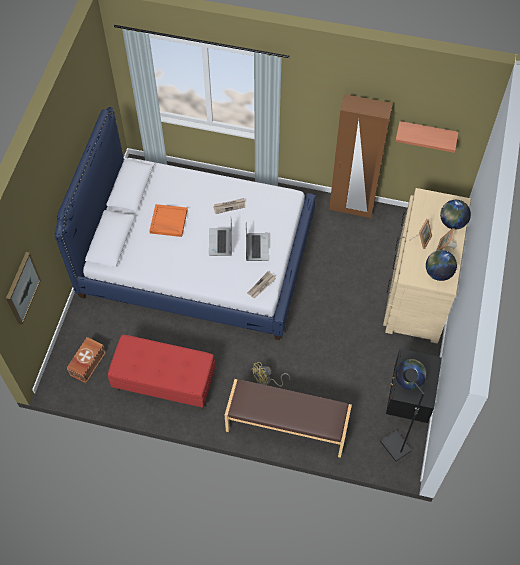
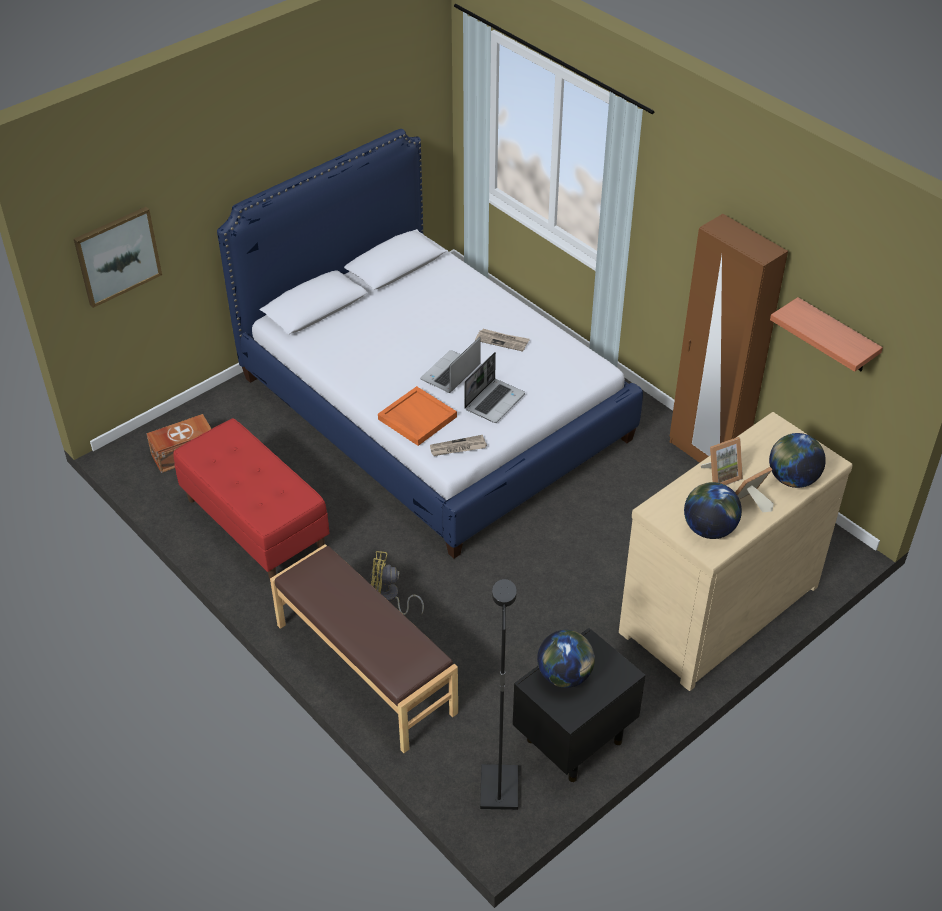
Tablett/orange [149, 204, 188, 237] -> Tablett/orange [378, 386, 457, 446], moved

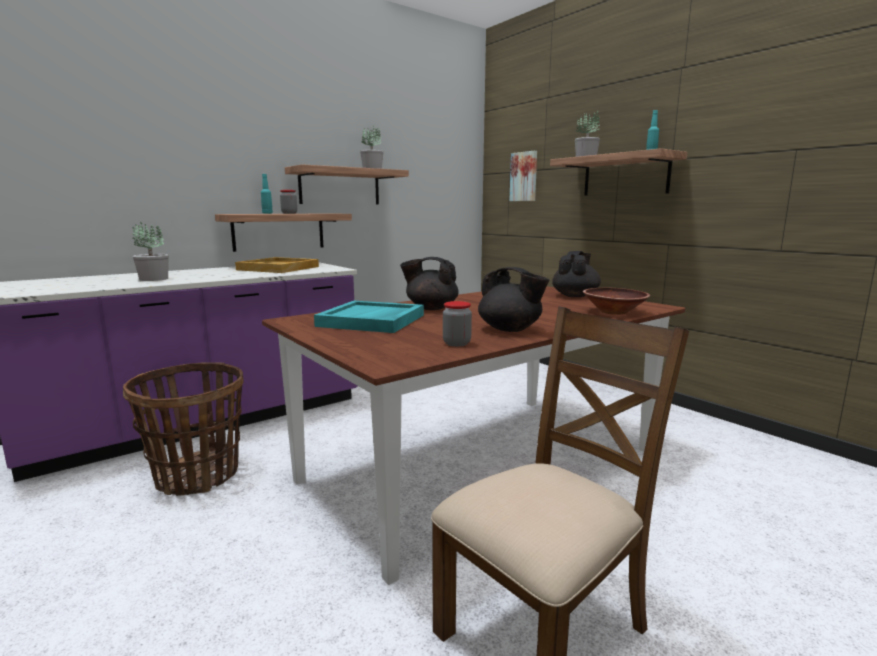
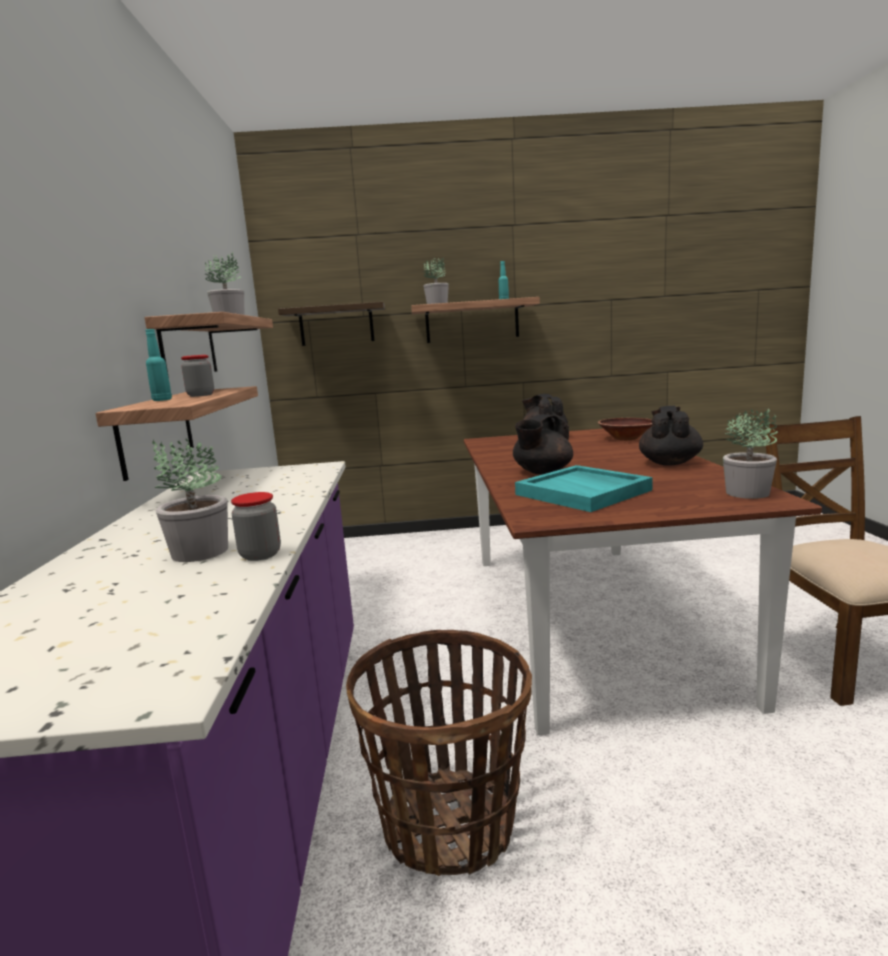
Bild [509, 151, 537, 201] -> Wandregal [278, 302, 385, 346]
Tablett/beige [235, 257, 319, 273] -> none
Teekanne/schwarz [478, 267, 550, 332] -> Teekanne/schwarz [639, 406, 703, 466], 60 degrees counterclockwise
Vorratsglas [443, 301, 472, 346] -> Vorratsglas [231, 492, 281, 561], moved
none -> Topfpflanze [723, 408, 778, 499]

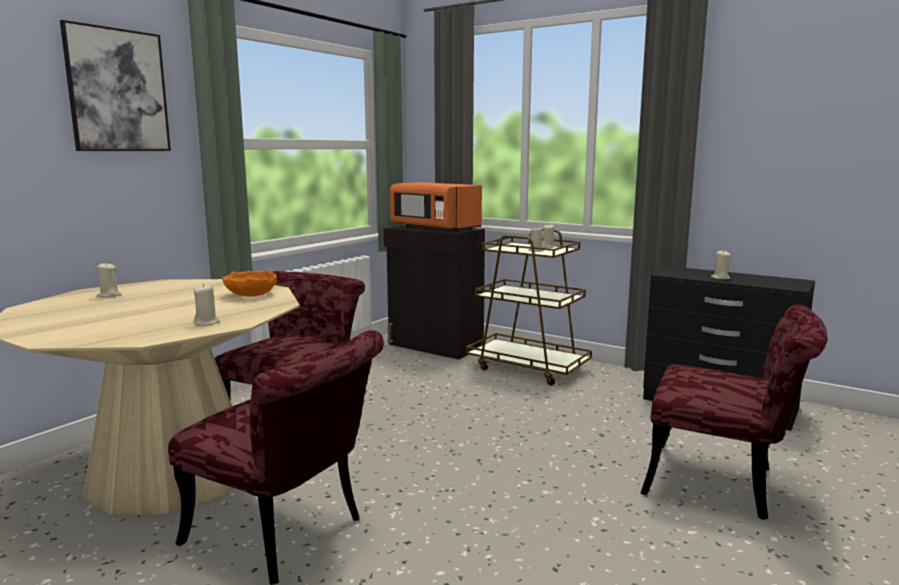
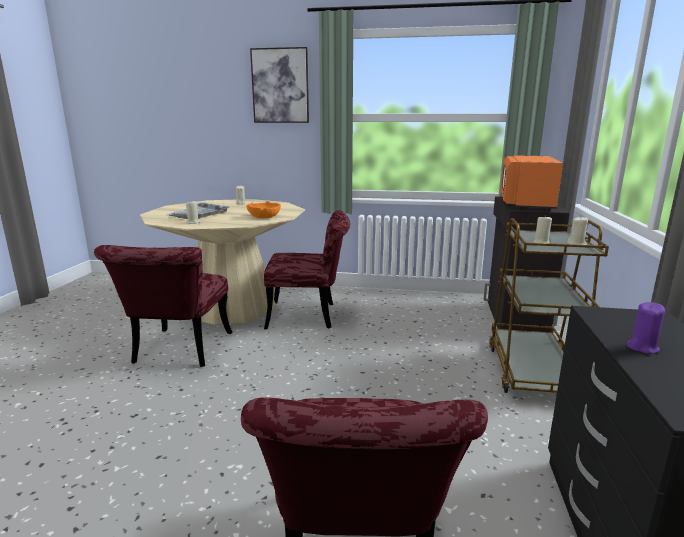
Kerze/beige [711, 250, 731, 280] -> Kerze/lila [627, 302, 665, 354]
none -> Tablett/grau [166, 203, 229, 219]

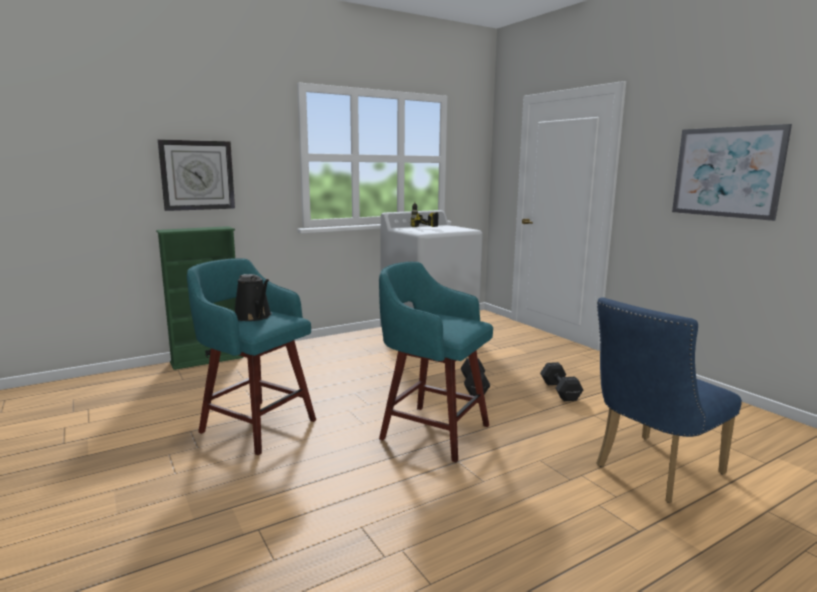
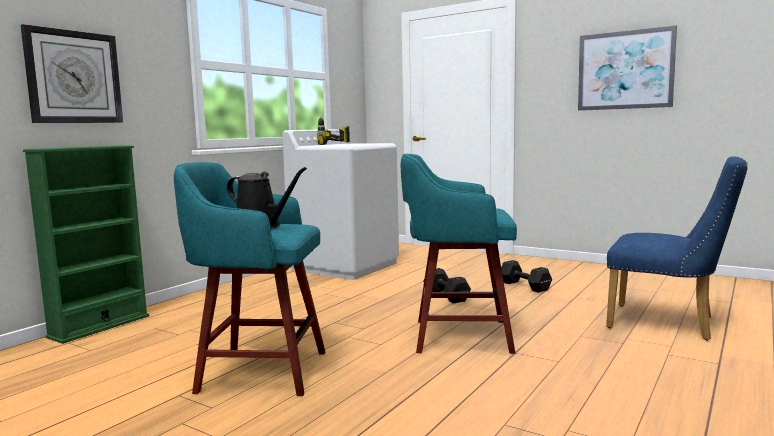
Stuhl/blau [596, 297, 742, 503] -> Stuhl/blau [606, 157, 748, 340], 90 degrees counterclockwise

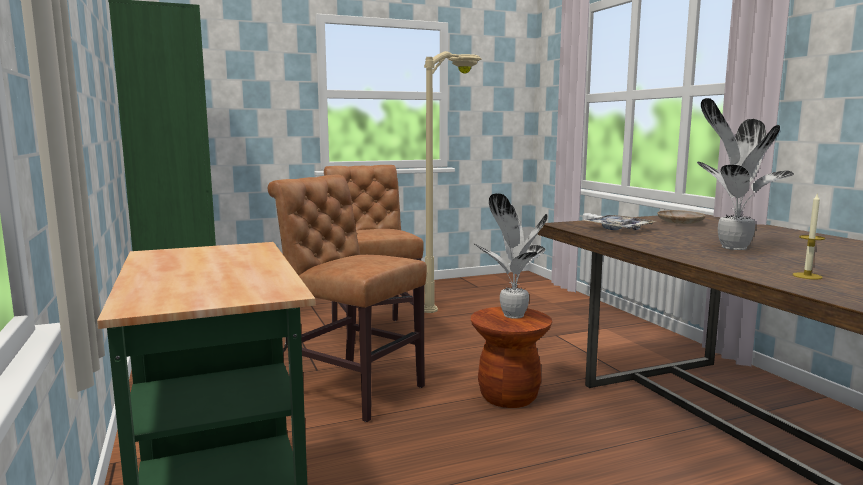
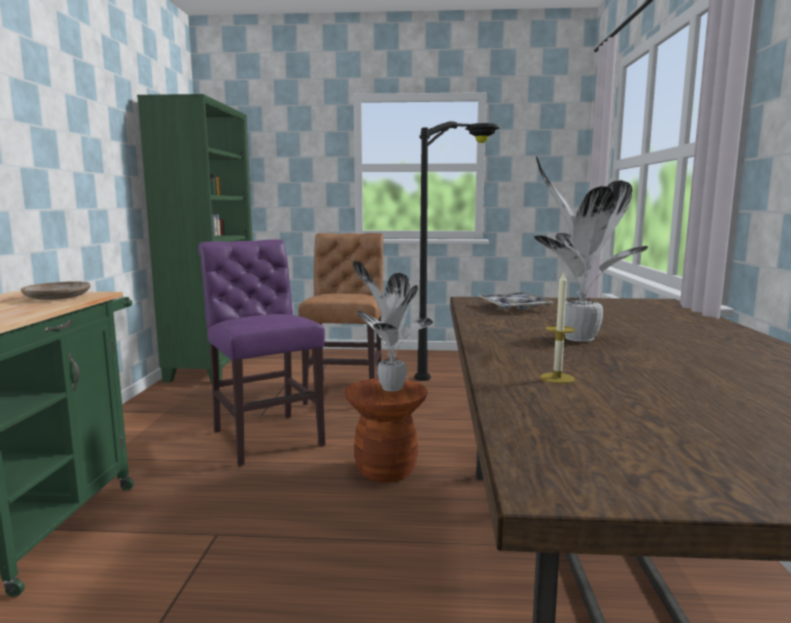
Stehlampe/beige [424, 51, 481, 313] -> Stehlampe/schwarz [414, 121, 500, 381]
Stuhl/braun [268, 175, 427, 422] -> Stuhl/lila [198, 239, 325, 466]
Teller/beige [657, 210, 706, 224] -> Teller/beige [21, 281, 91, 300], moved

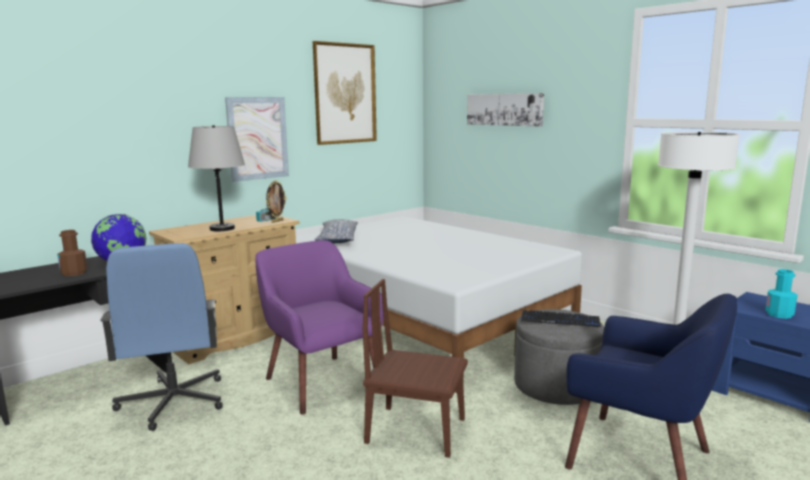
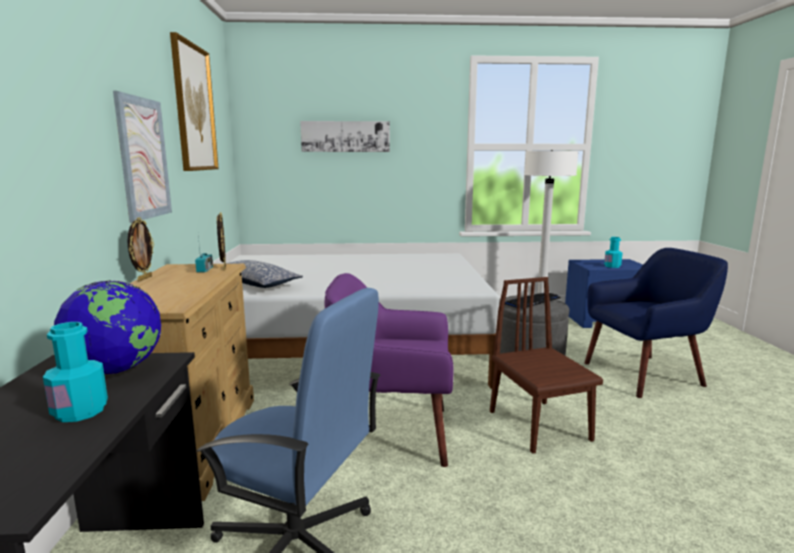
Tischlampe/grau [188, 125, 245, 231] -> none
Flasche/braun [57, 230, 88, 276] -> Flasche/türkis [43, 322, 108, 422]
Stuhl/braun [363, 279, 468, 458] -> Stuhl/braun [490, 277, 603, 454], 105 degrees clockwise
none -> Bilderrahmen [128, 217, 154, 281]

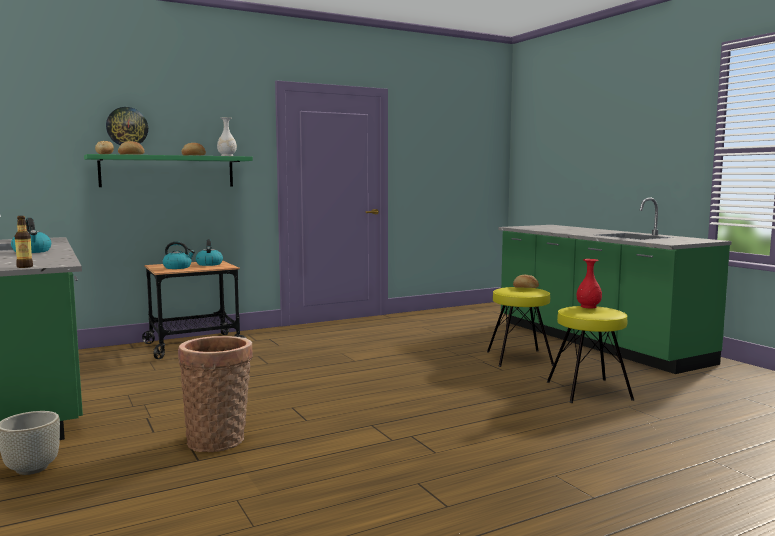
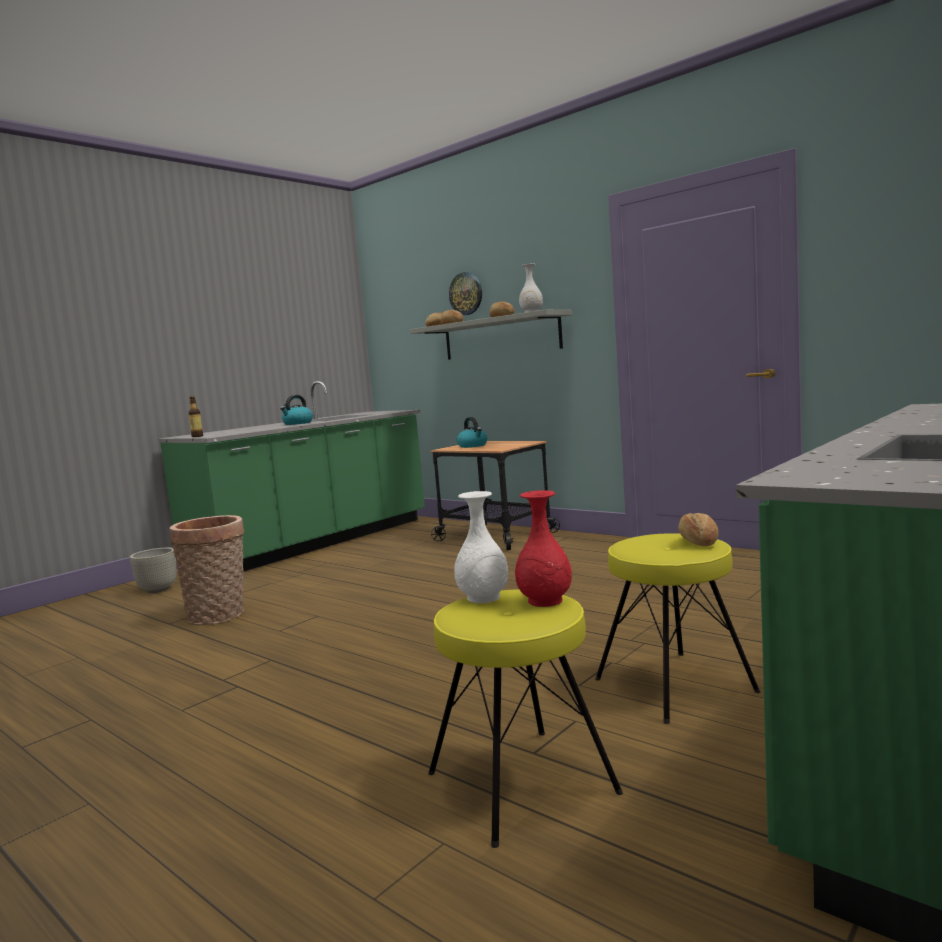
Wandregal/grün [84, 154, 253, 187] -> Wandregal/grau [410, 310, 572, 360]
Wasserkessel [195, 239, 223, 266] -> none
none -> Vase/weiß [454, 491, 508, 603]

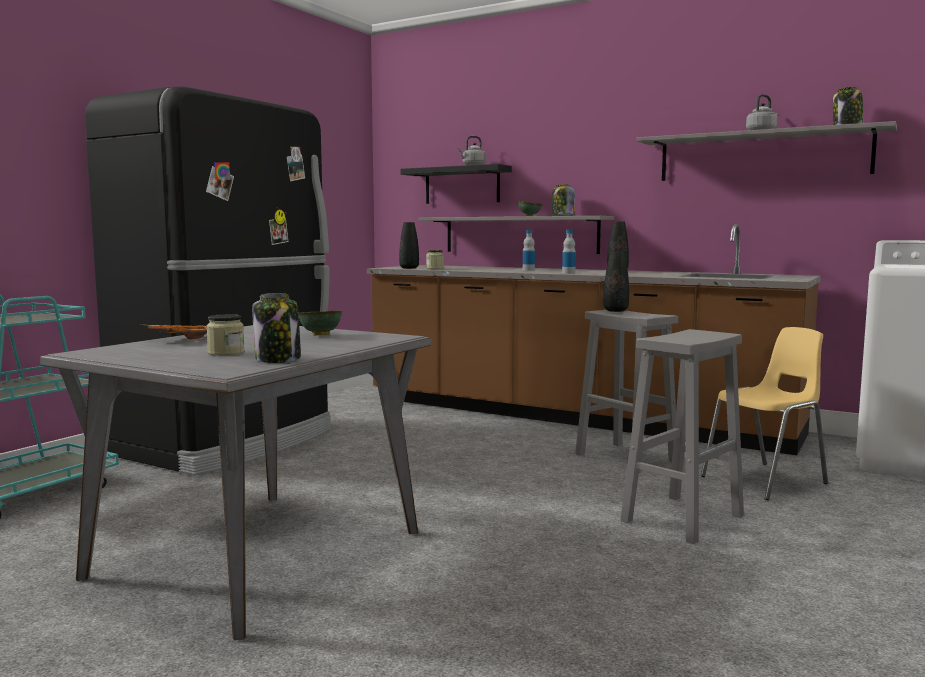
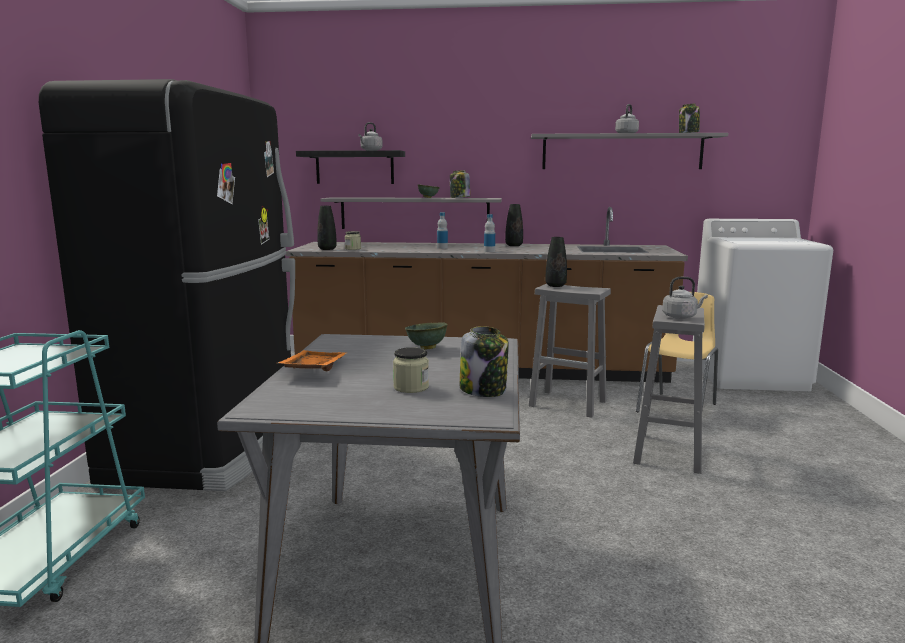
none -> Wasserkessel/grau [662, 277, 708, 319]

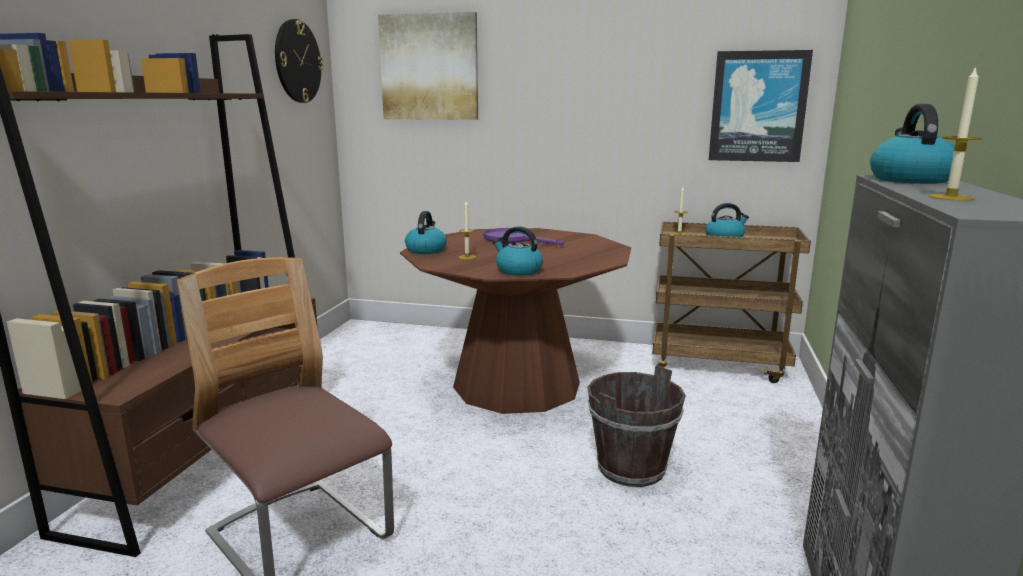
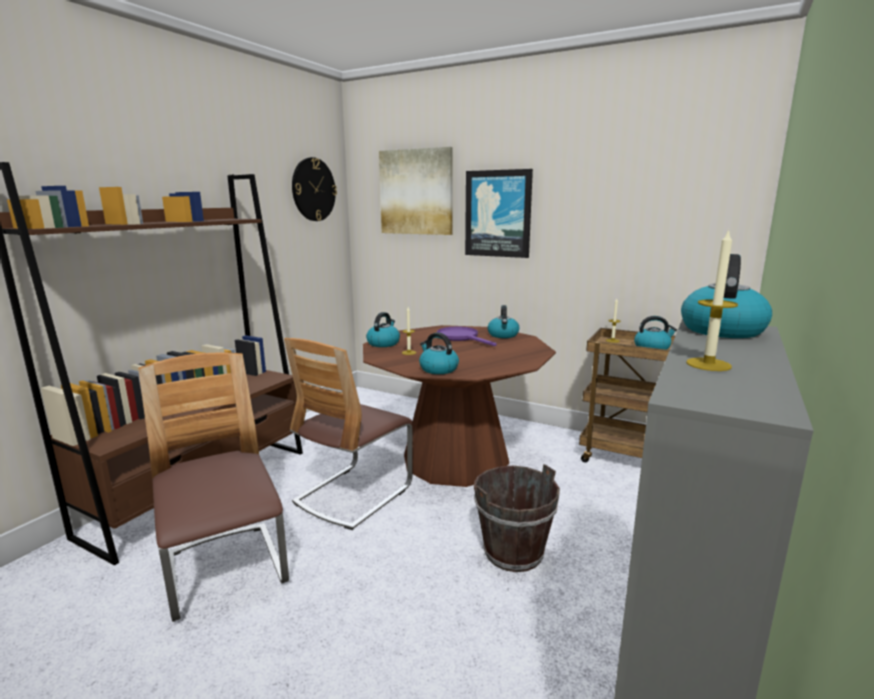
Bild [709, 50, 813, 162] -> Bild [465, 169, 533, 258], moved
none -> Wasserkessel [487, 305, 519, 338]
none -> Stuhl [284, 338, 413, 530]

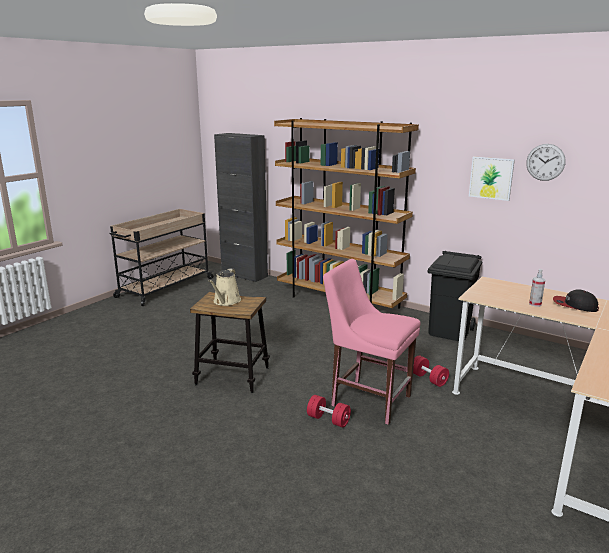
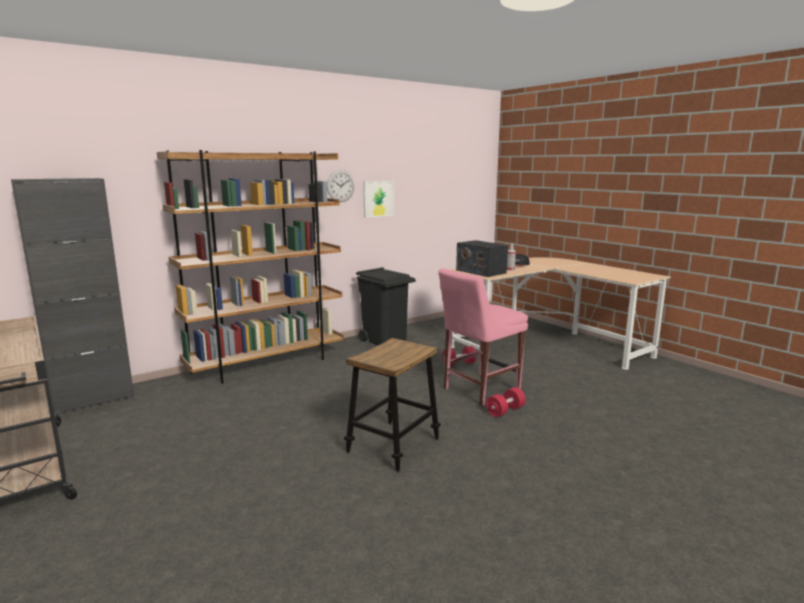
Wanduhr [526, 144, 566, 181] -> Wanduhr [327, 170, 354, 202], moved
Gießkanne/beige [209, 269, 241, 306] -> none
none -> Radio [456, 240, 508, 277]

